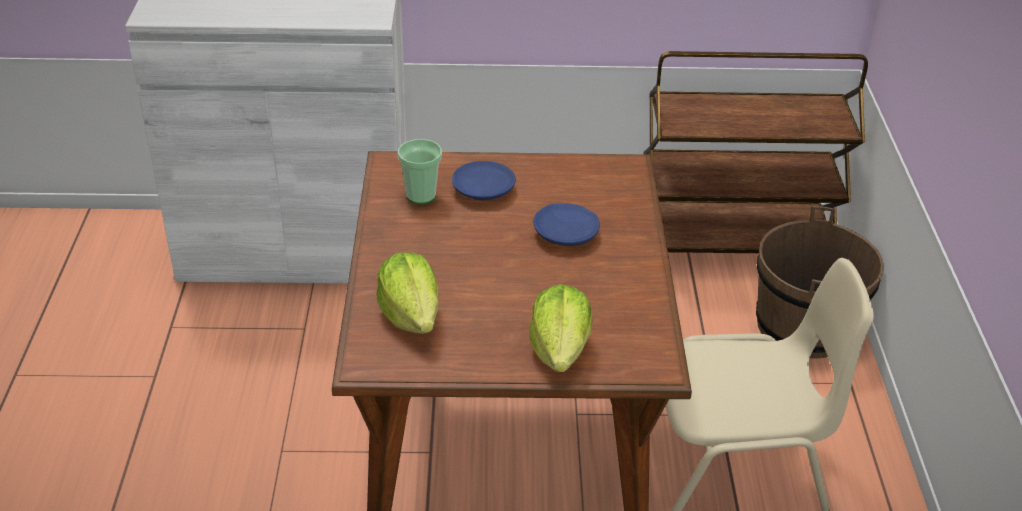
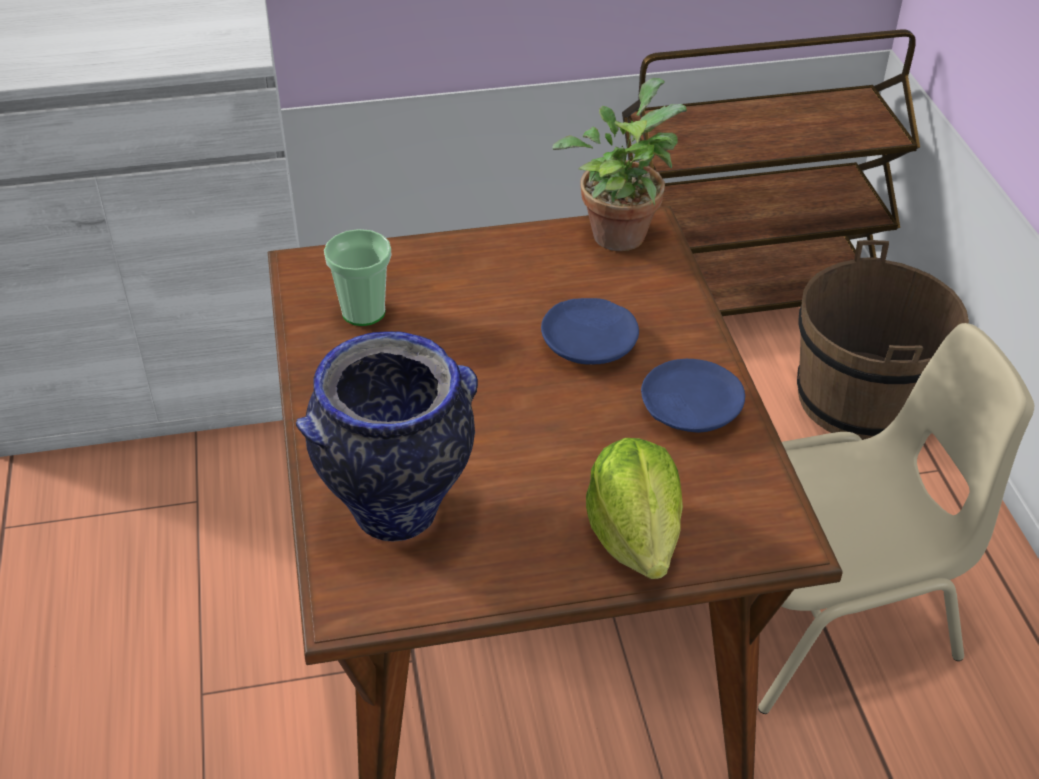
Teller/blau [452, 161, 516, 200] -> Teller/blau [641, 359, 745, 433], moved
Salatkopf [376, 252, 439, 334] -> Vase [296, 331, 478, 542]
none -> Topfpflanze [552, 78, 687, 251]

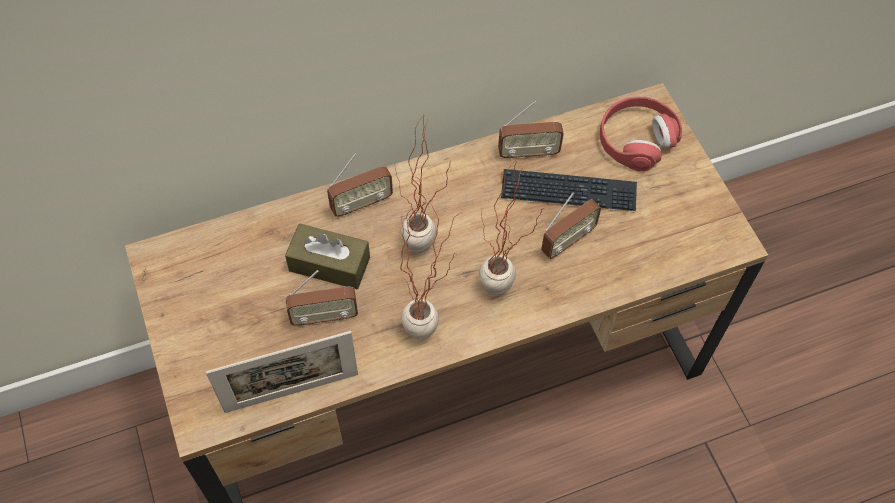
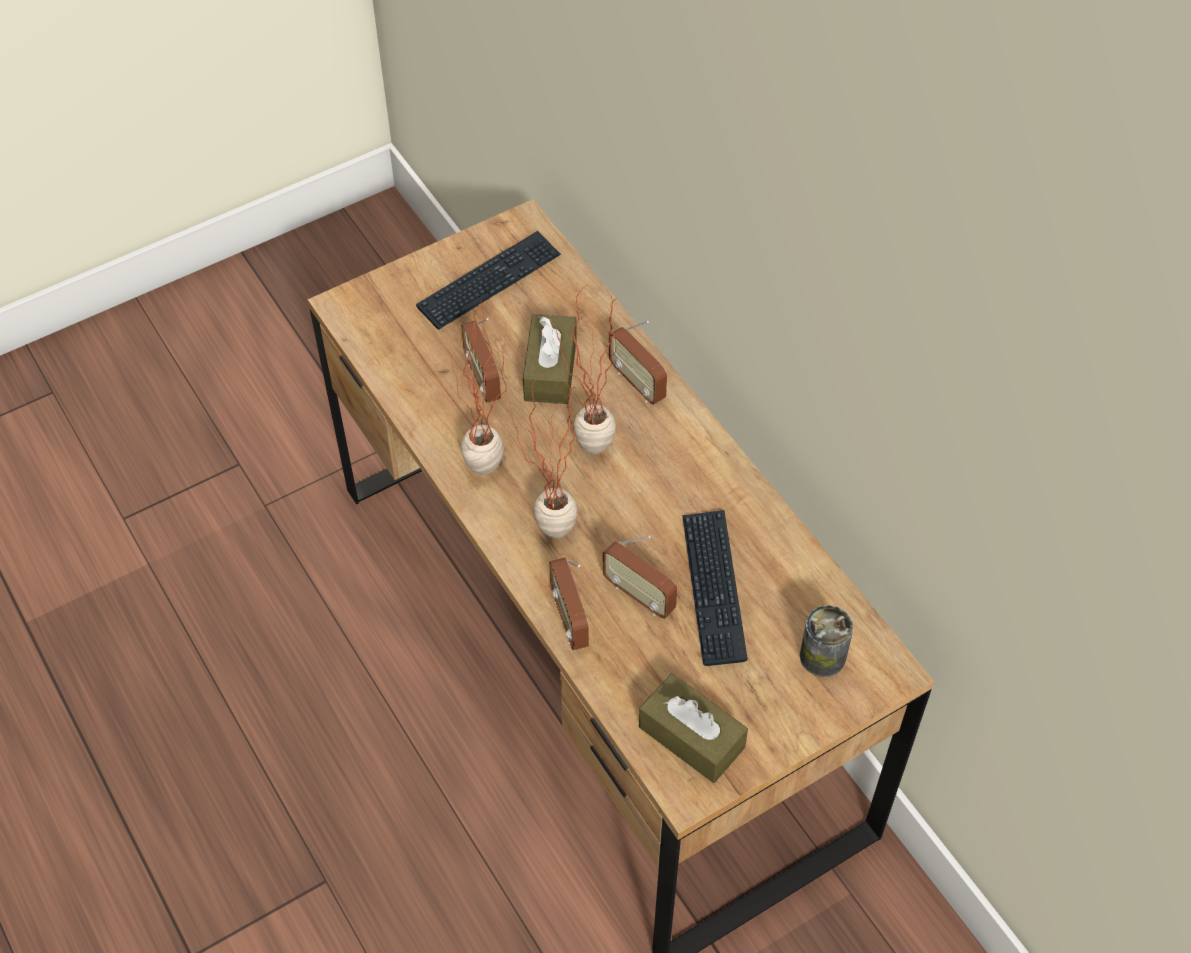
Kopfhörer/rot [600, 97, 682, 171] -> Dose [800, 605, 853, 677]
Radio [498, 101, 564, 161] -> Radio [549, 557, 589, 650], moved
Bilderrahmen [206, 331, 358, 413] -> none
none -> Tastatur [416, 231, 561, 330]
none -> Taschentuchbox/braun [639, 673, 748, 783]

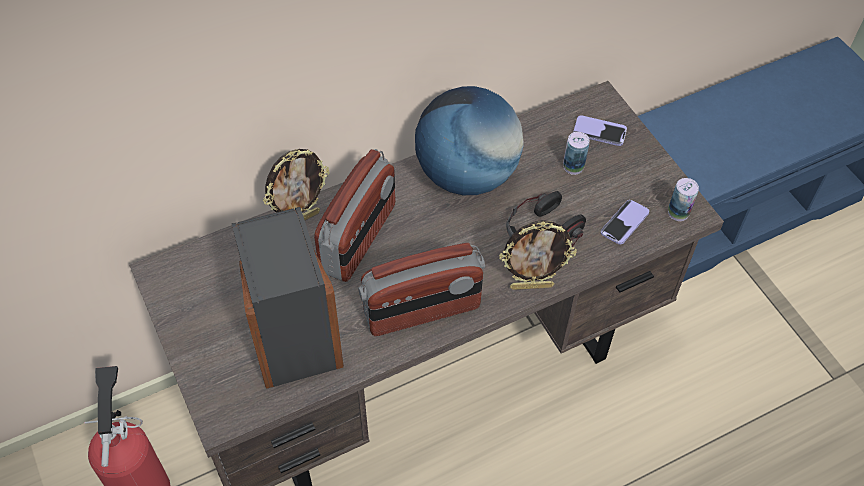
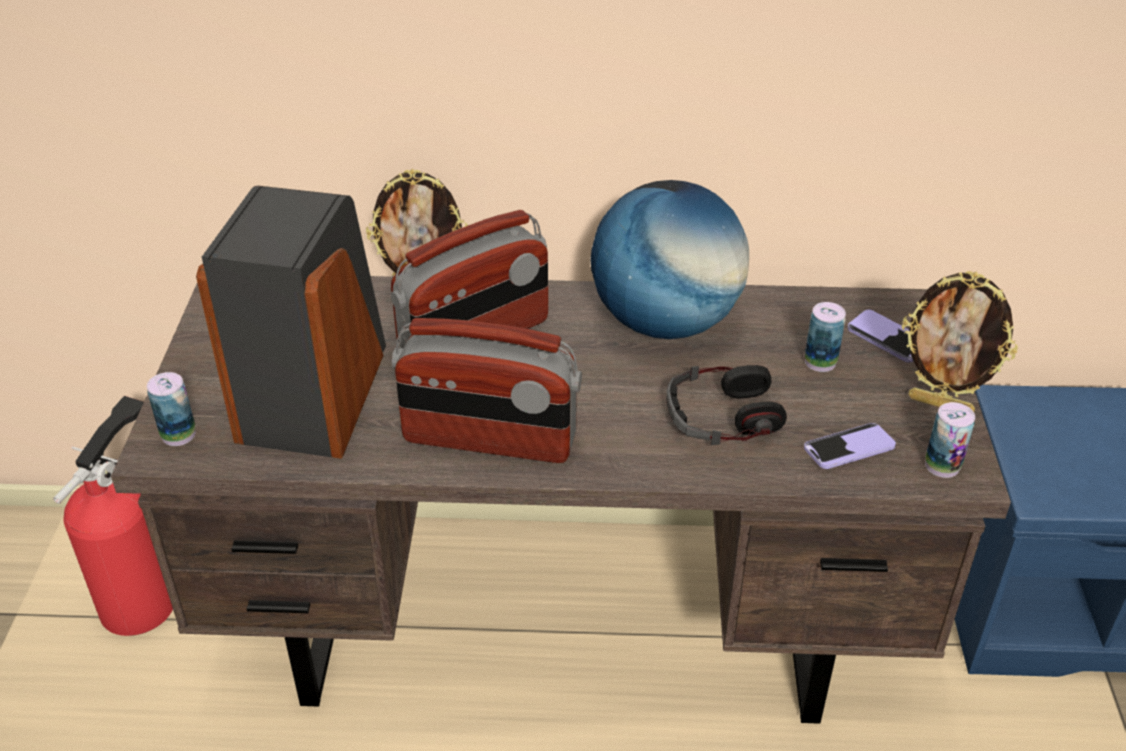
Bilderrahmen [499, 220, 577, 290] -> Bilderrahmen [902, 271, 1018, 412], moved
none -> Dose [147, 372, 195, 446]

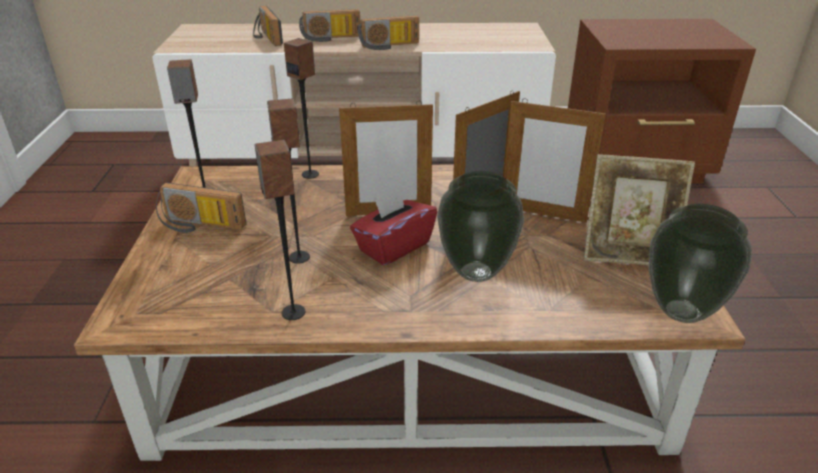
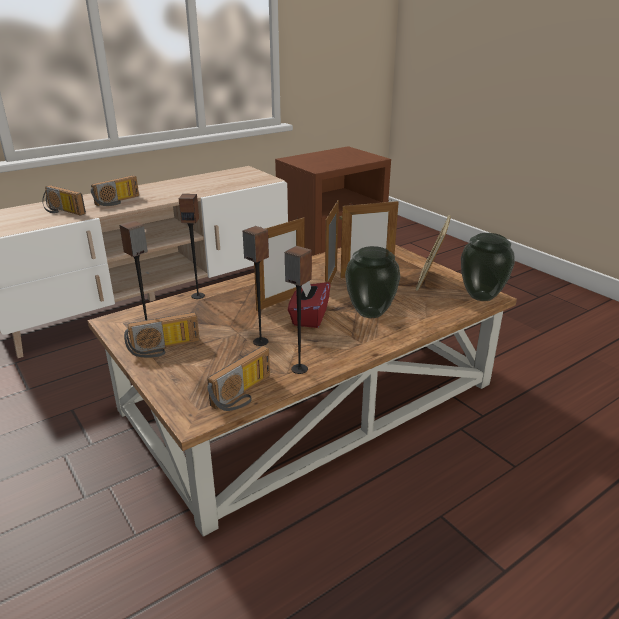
Radio [358, 15, 419, 50] -> Radio [207, 346, 270, 411], moved
Bilderrahmen [584, 154, 695, 265] -> Bilderrahmen [416, 215, 451, 291], 135 degrees clockwise

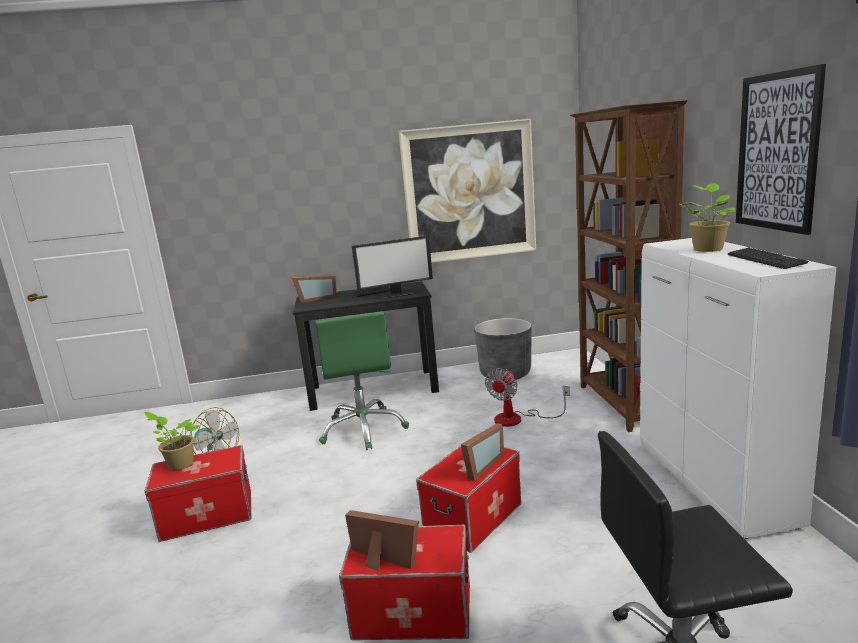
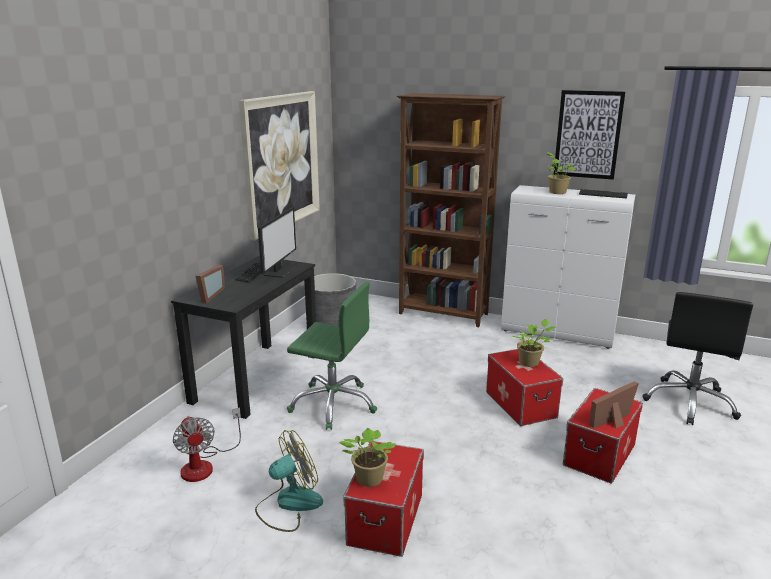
Ventilator [485, 368, 570, 427] -> Ventilator [173, 407, 241, 482], moved
Bilderrahmen [461, 423, 504, 481] -> Topfpflanze [512, 319, 556, 367]

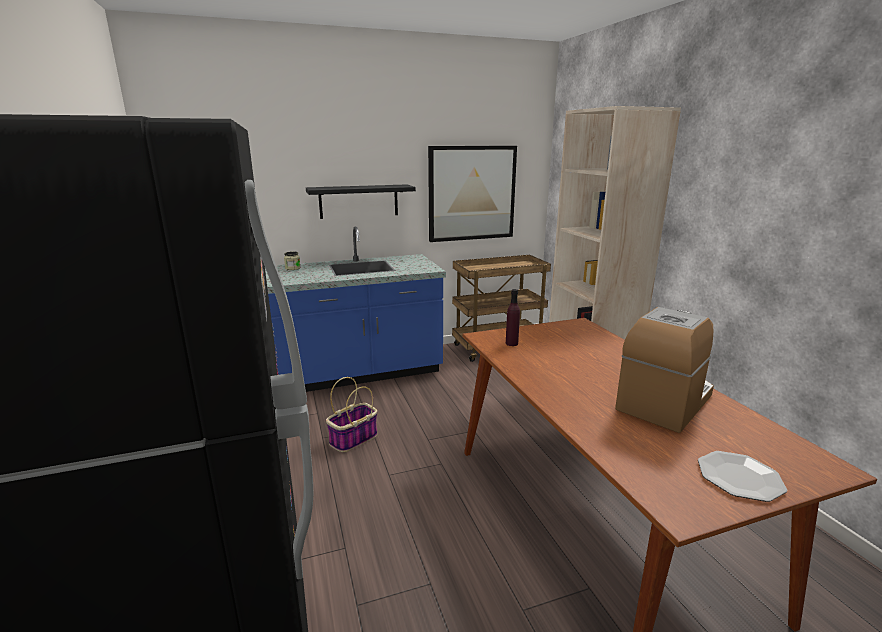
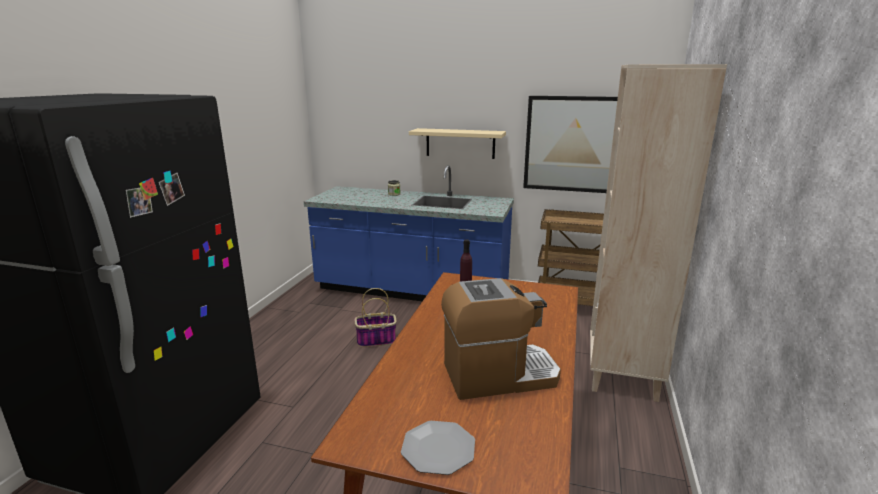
Wandregal/schwarz [306, 184, 416, 219] -> Wandregal/beige [409, 128, 506, 159]

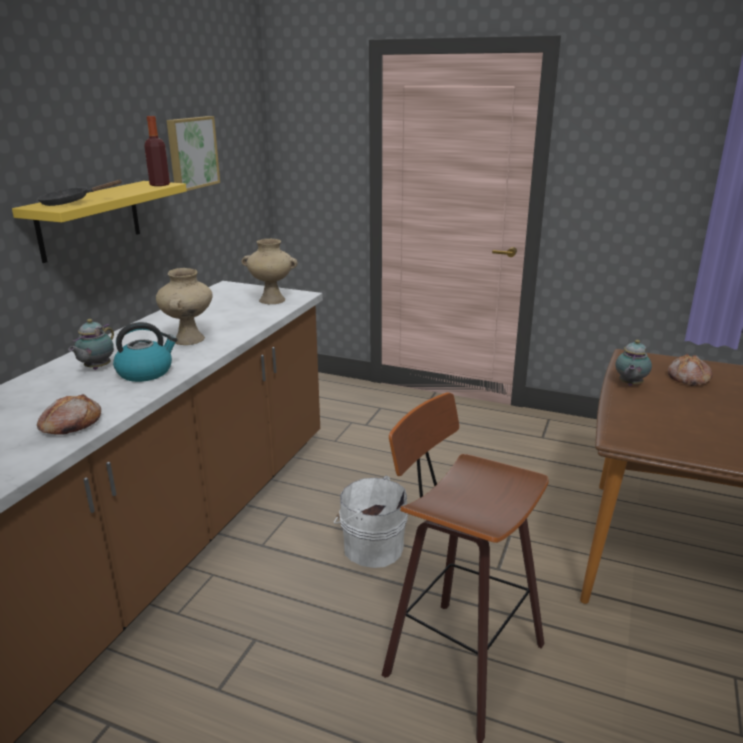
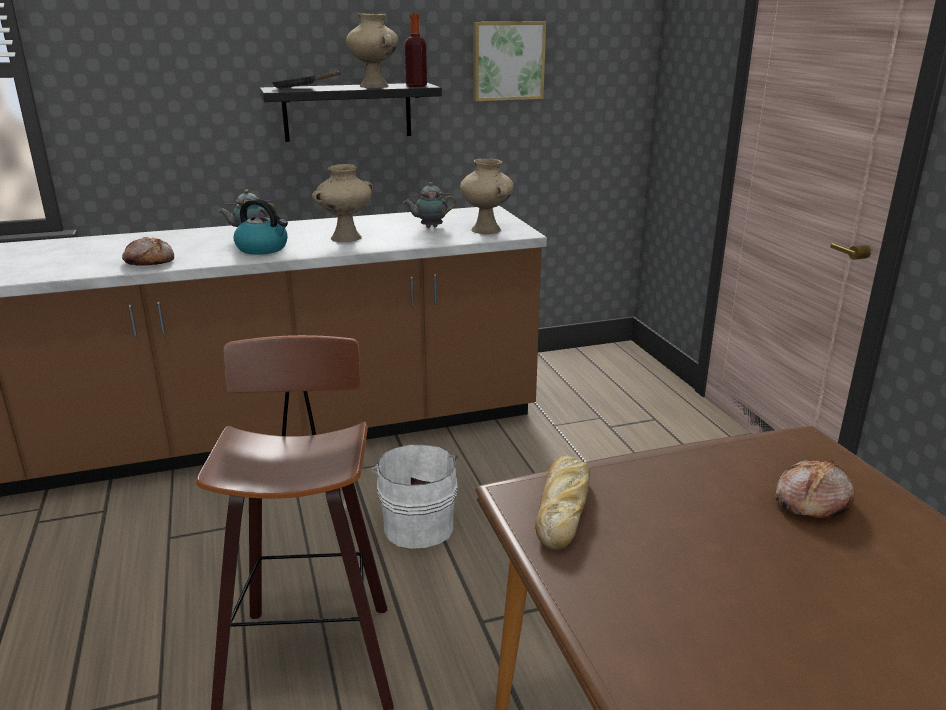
Wandregal/gelb [12, 181, 187, 263] -> Wandregal/schwarz [260, 83, 442, 142]
Teekanne [615, 340, 652, 386] -> Teekanne [403, 182, 457, 228], moved
none -> Vase/beige [346, 13, 399, 88]
none -> Brot [535, 456, 590, 550]

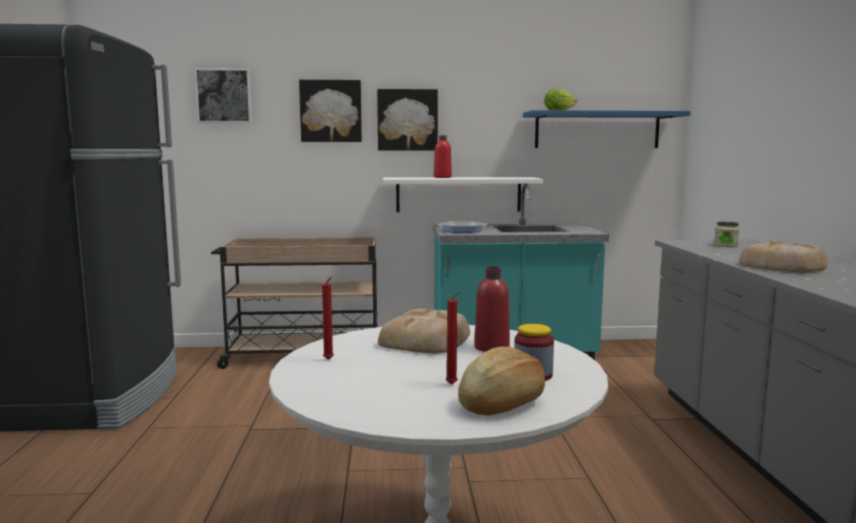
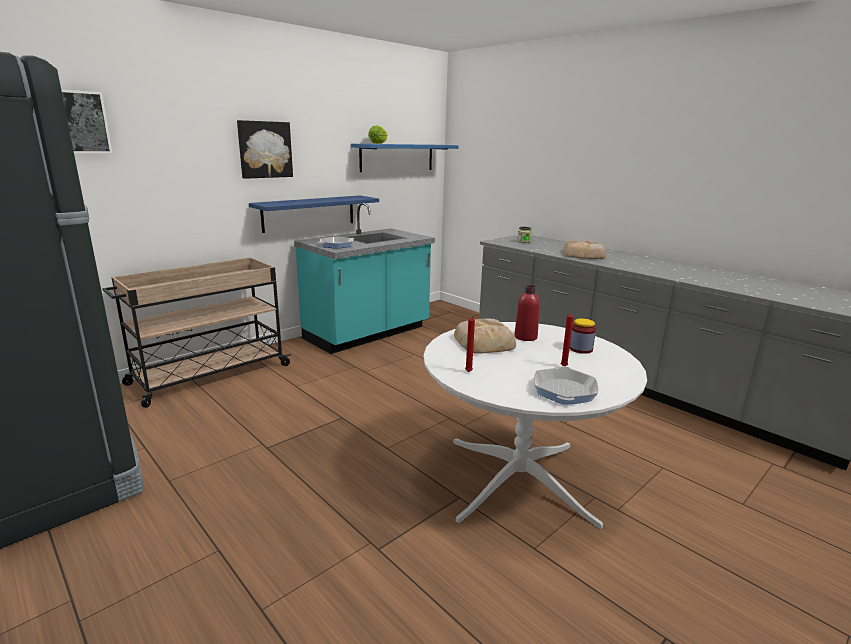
Bild [299, 80, 362, 142] -> none
Flasche/rot [434, 135, 452, 178] -> none
Wandregal/weiß [383, 177, 543, 212] -> Wandregal/blau [249, 195, 379, 233]
Brot [458, 347, 545, 415] -> none
none -> Pfanne [534, 366, 599, 405]

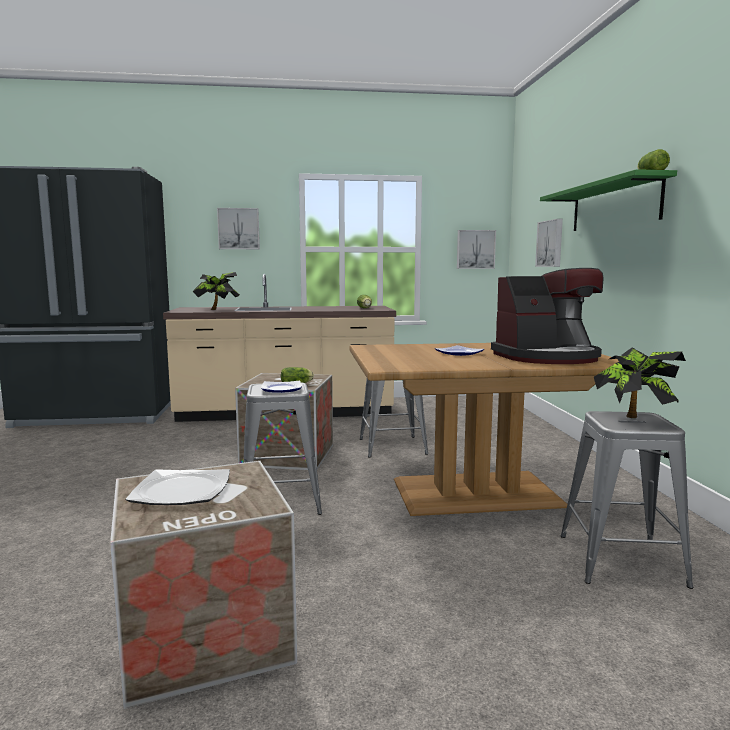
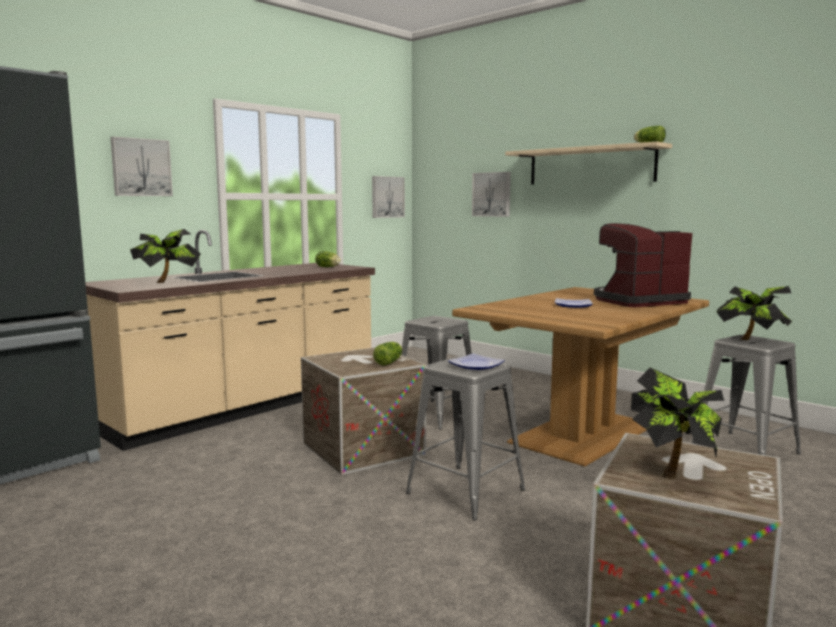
Wandregal/grün [540, 169, 677, 231] -> Wandregal/beige [505, 142, 672, 185]
Kaffeemaschine [491, 268, 604, 364] -> Kaffeemaschine [594, 223, 692, 307], 150 degrees counterclockwise
Teller [126, 469, 230, 505] -> Topfpflanze [631, 367, 724, 479]

